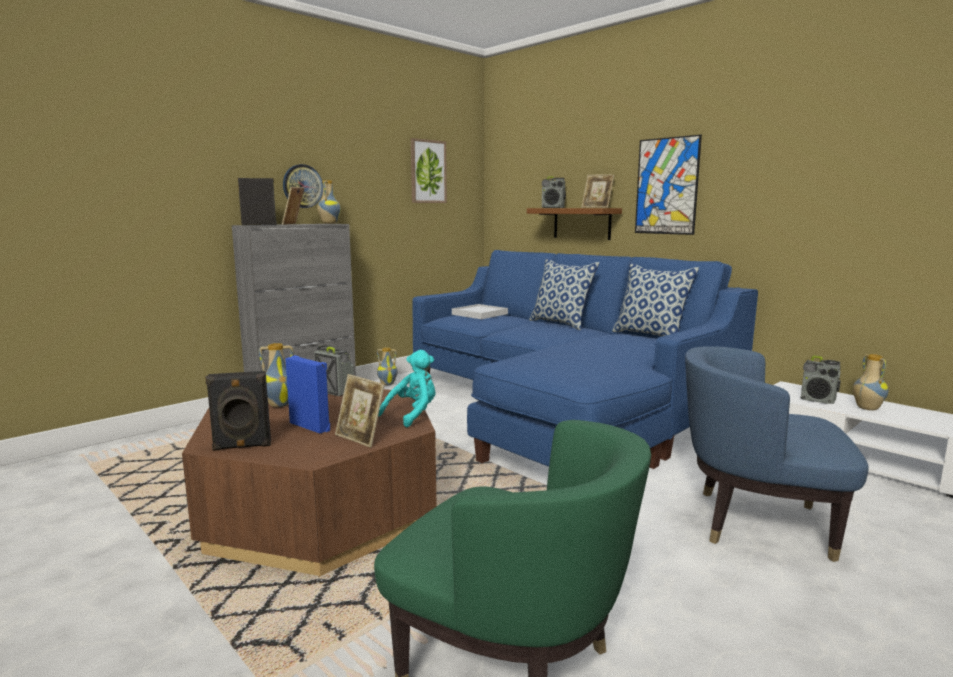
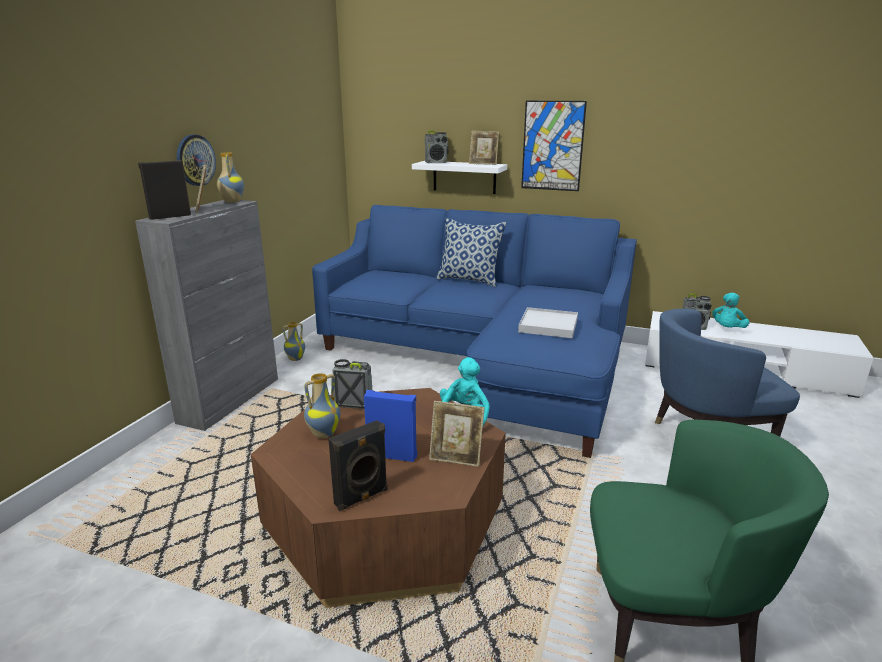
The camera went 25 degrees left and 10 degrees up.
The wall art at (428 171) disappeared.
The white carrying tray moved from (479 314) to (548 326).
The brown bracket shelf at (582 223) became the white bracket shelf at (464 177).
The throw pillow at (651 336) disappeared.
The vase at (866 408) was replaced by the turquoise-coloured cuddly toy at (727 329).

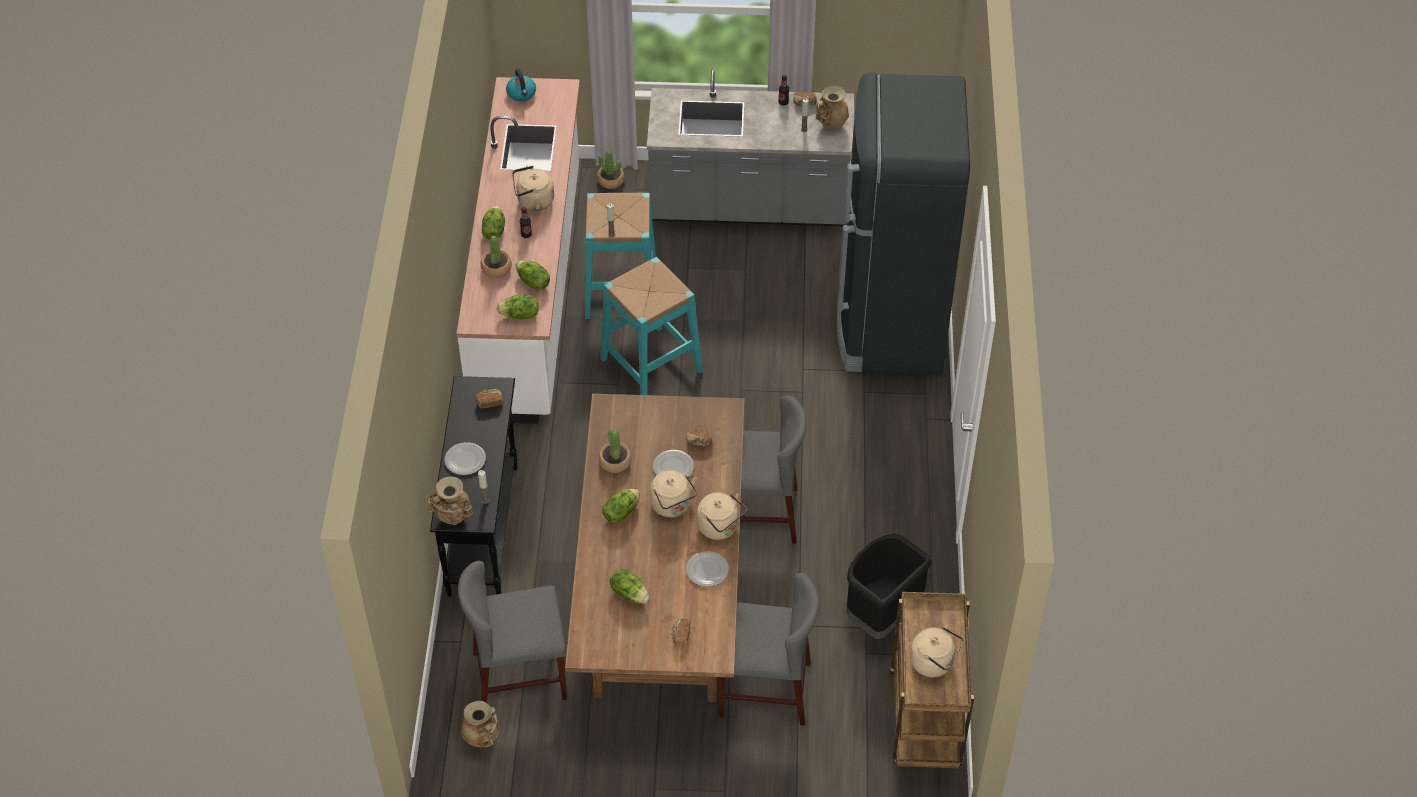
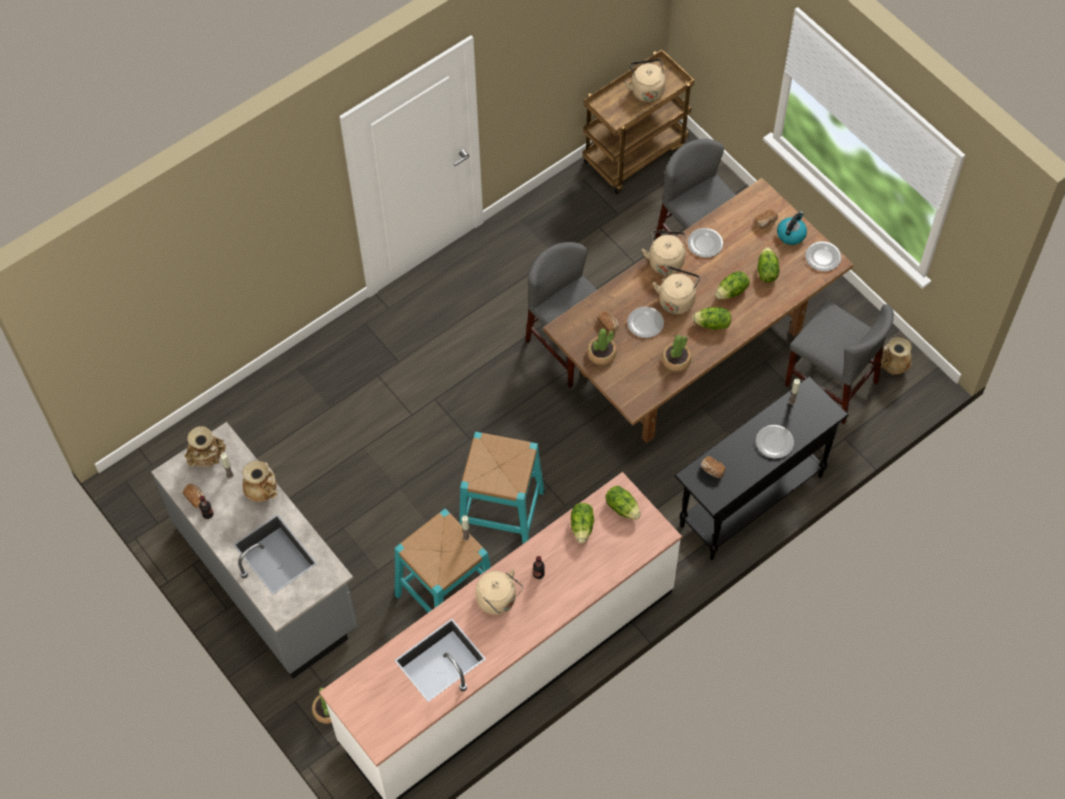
The camera went 130 degrees left and 10 degrees up.
The sand-coloured vase moved from (453 518) to (263 492).
The houseplant moved from (496 268) to (601 354).
The lettuce head moved from (493 231) to (732 292).
The water kettle moved from (522 94) to (791 234).
The black kitchen fridge at (890 325) disappeared.
The black trash can at (881 615) disappeared.
The flat dish at (822 257) appeared.

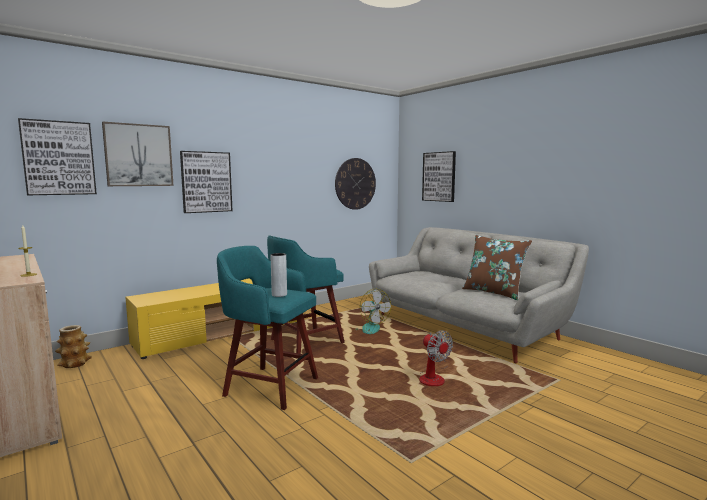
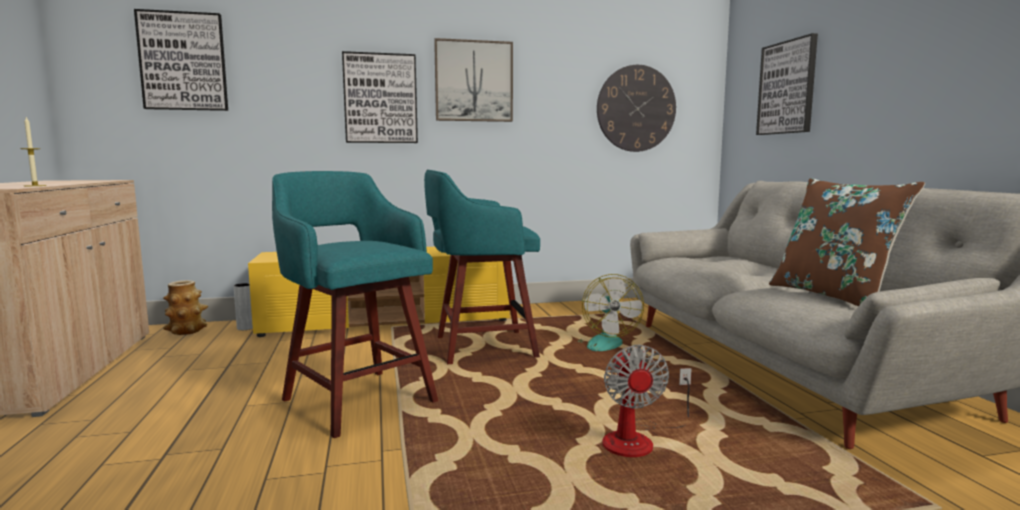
The camera went 25 degrees right and 0 degrees up.
The wall art moved from (138 155) to (473 81).
The greyish vase moved from (279 295) to (245 328).

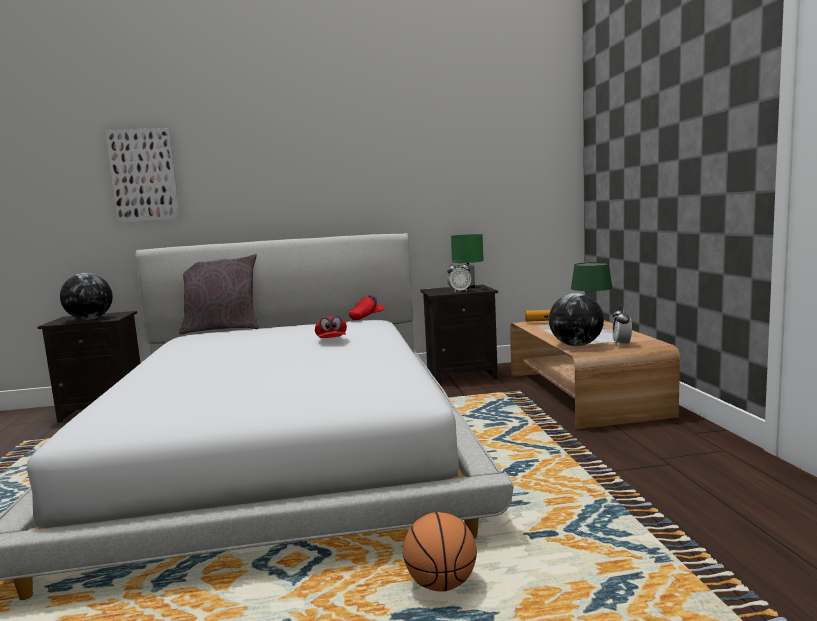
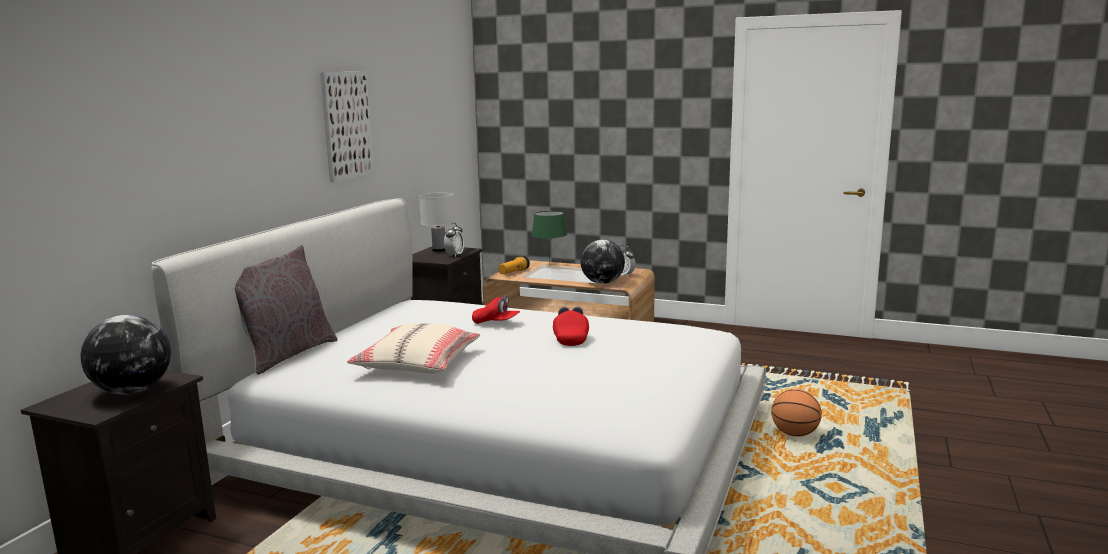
The camera went 60 degrees left and 5 degrees up.
The wall art moved from (144 175) to (347 125).
The red-coloured cap moved from (367 317) to (571 338).
The green table lamp at (468 287) became the white table lamp at (438 250).
The sand-coloured throw pillow at (417 363) appeared.

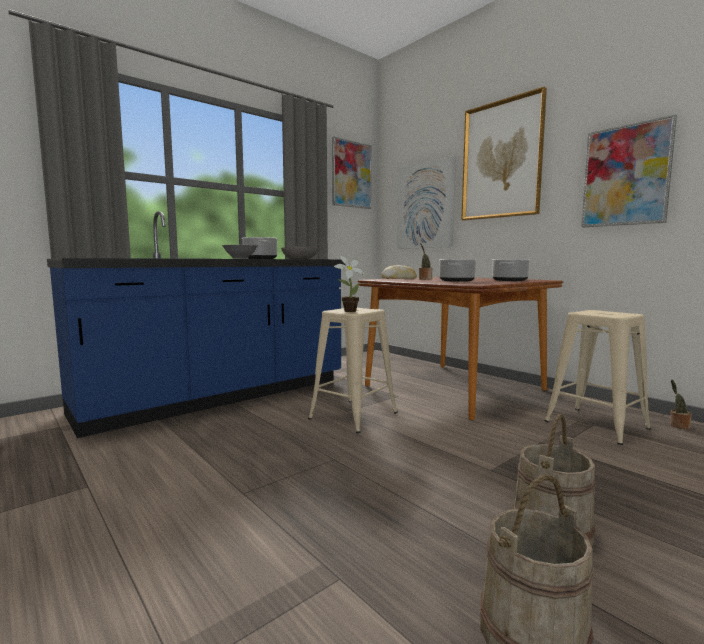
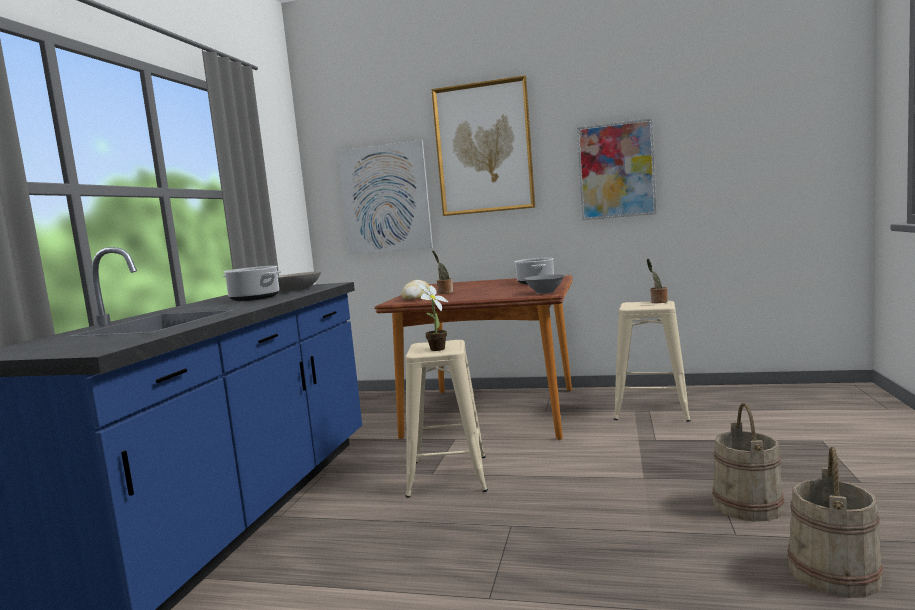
The camera went 35 degrees left and 0 degrees up.
The greyish deep dish moved from (240 258) to (544 292).
The wall art at (351 174) disappeared.
The stockpot at (457 281) disappeared.
The houseplant moved from (678 425) to (658 302).

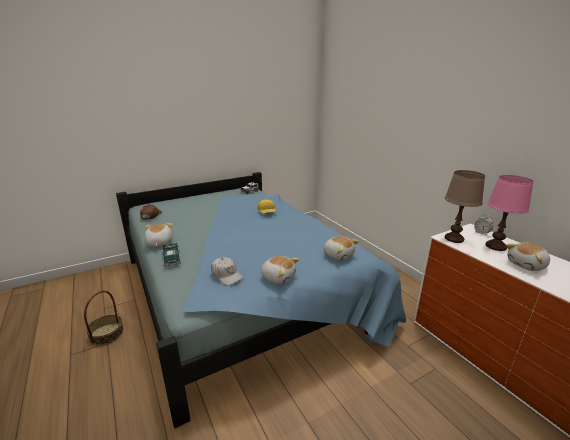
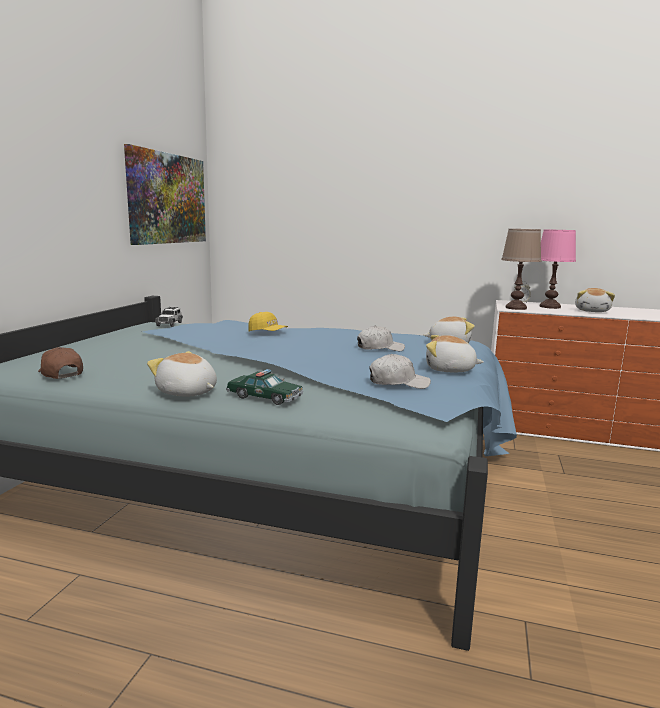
The camera went 45 degrees left and 10 degrees down.
The basket at (106 334) disappeared.
The cuddly toy at (278 277) turned 150 degrees counterclockwise.
The wall art at (167 199) appeared.
The white cap at (380 348) appeared.

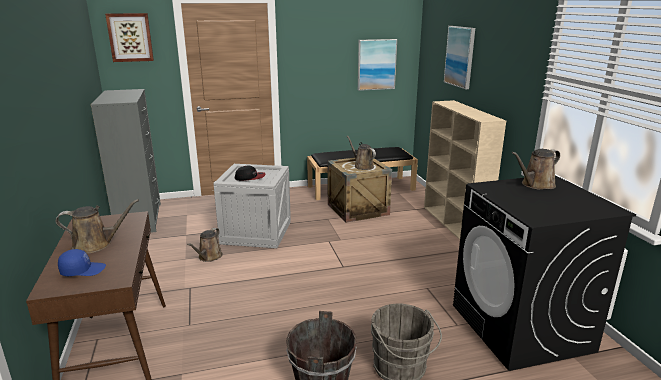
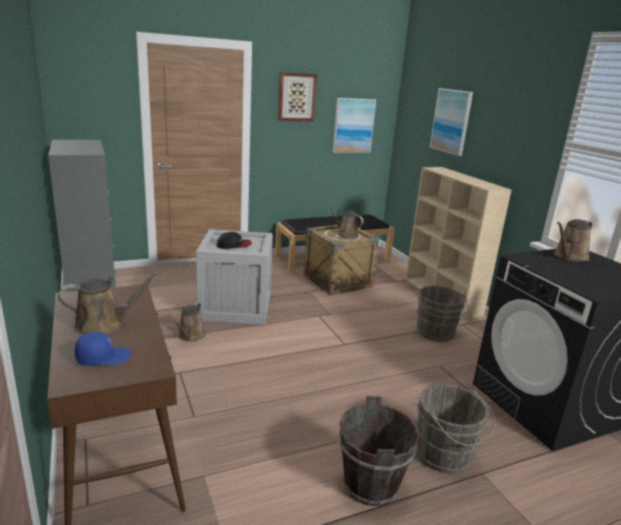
The camera went 10 degrees left and 0 degrees up.
The wall art moved from (130 37) to (296 97).
The greyish pail at (435 333) appeared.

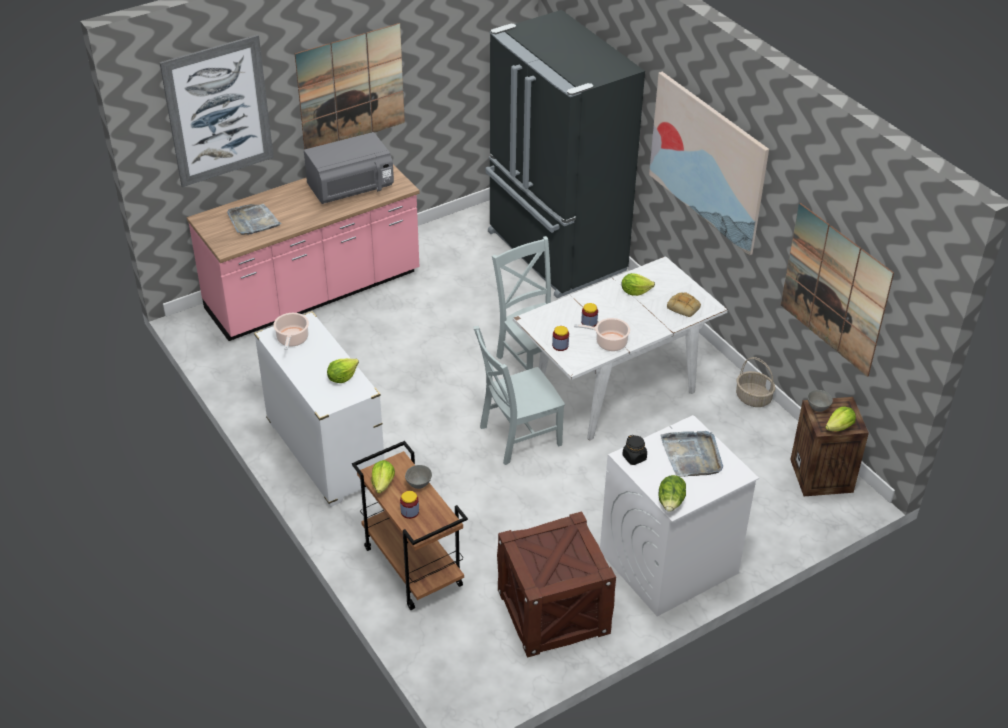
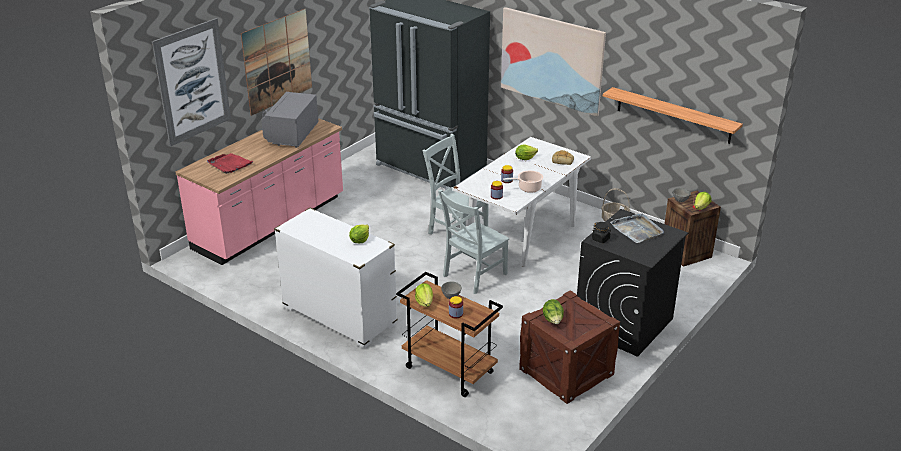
The camera went 20 degrees left and 10 degrees down.
The greyish carrying tray at (253 221) became the red-coloured carrying tray at (230 164).
The stockpot at (292 340) disappeared.
The greyish kitchen microwave at (351 189) turned 150 degrees clockwise.
The white laundry machine at (668 563) became the black laundry machine at (623 324).
The lettuce head moved from (671 503) to (553 320).
The wall art at (835 289) was replaced by the bracket shelf at (673 115).

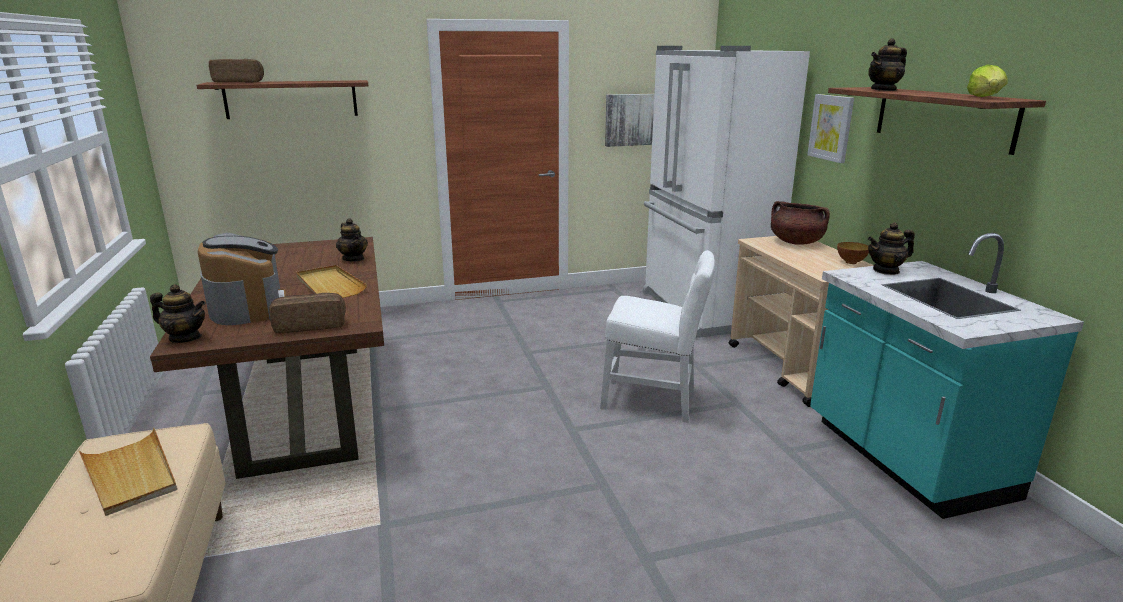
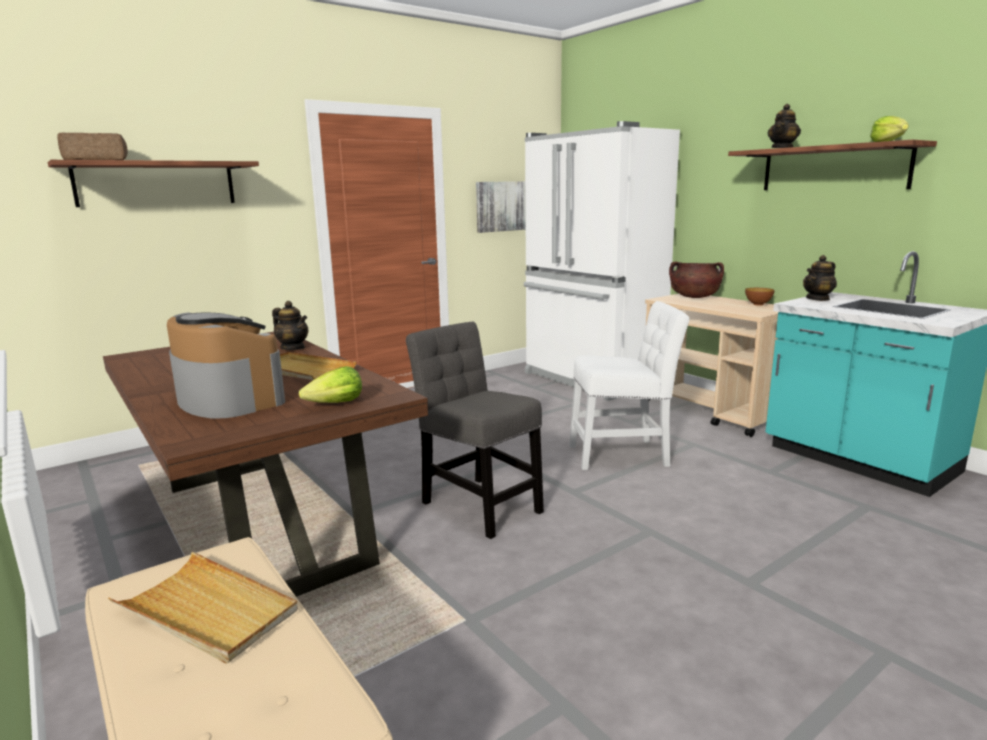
The camera went 20 degrees left and 5 degrees down.
The teapot at (185 338) disappeared.
The bakery bread at (310 325) was replaced by the lettuce head at (336 404).
The wall art at (831 127) disappeared.
The greyish chair at (478 504) appeared.

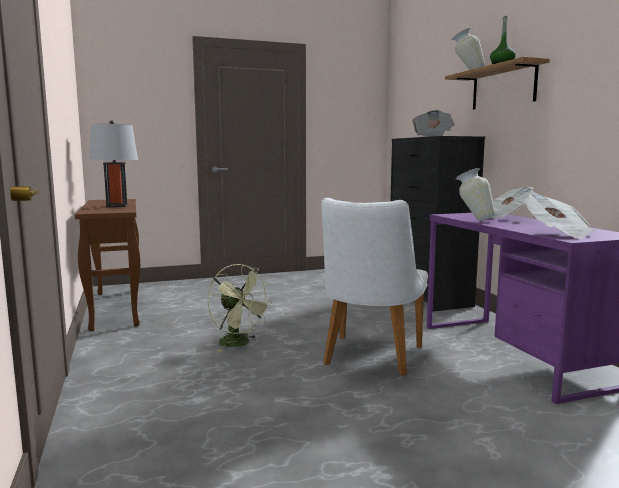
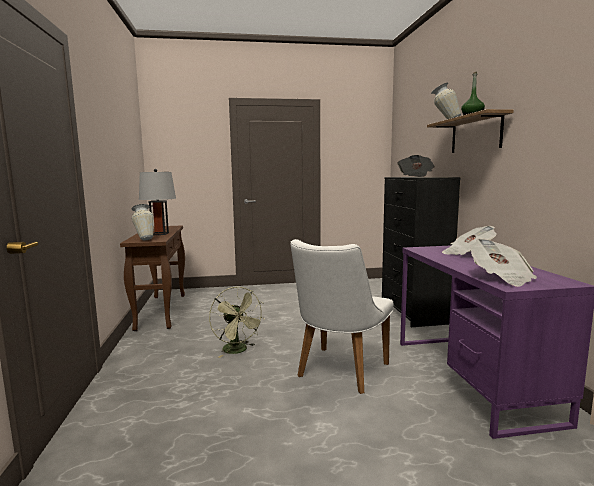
The camera went 10 degrees right and 0 degrees up.
The vase moved from (473 220) to (145 239).

